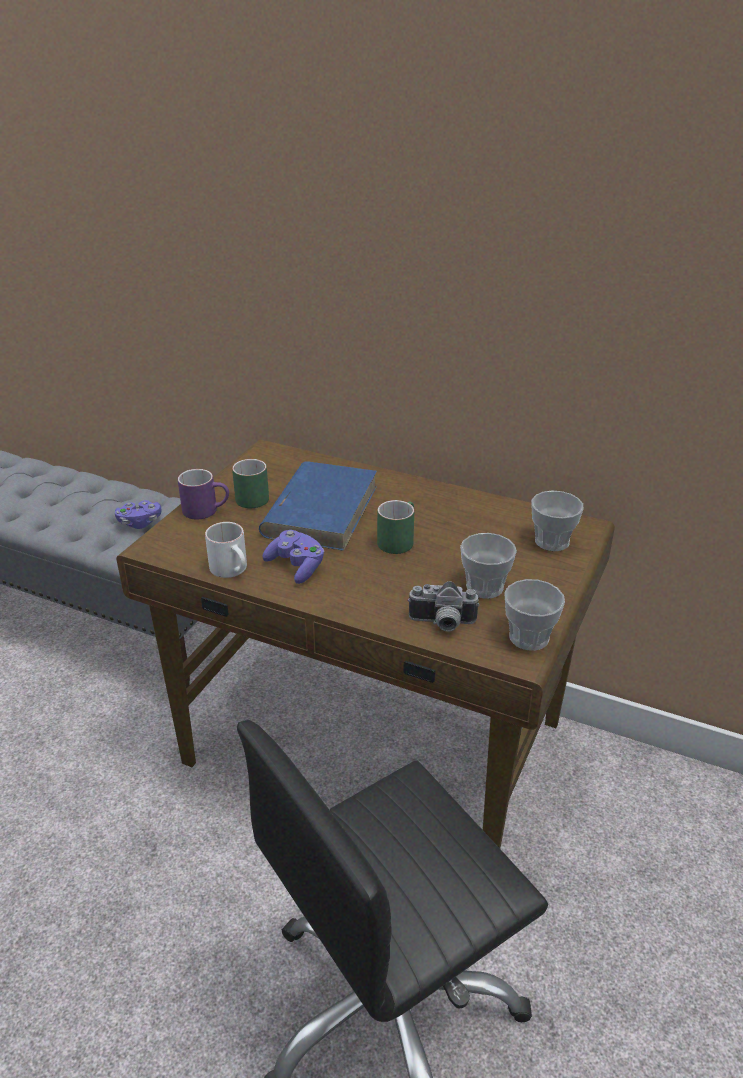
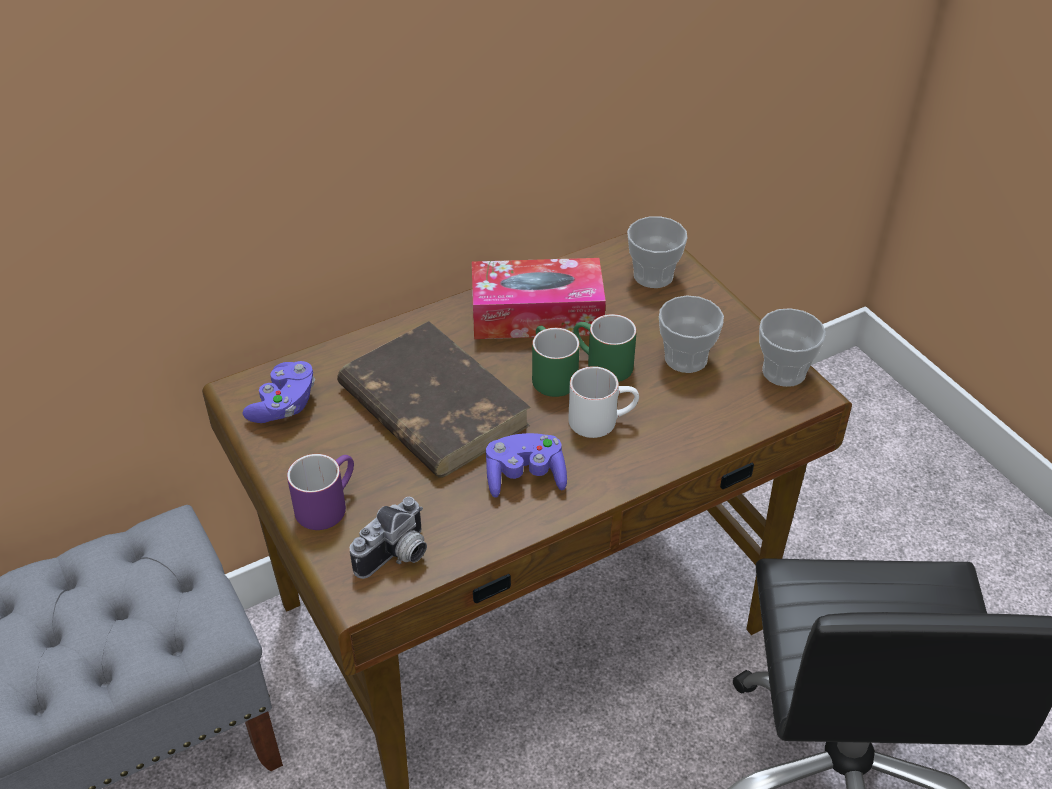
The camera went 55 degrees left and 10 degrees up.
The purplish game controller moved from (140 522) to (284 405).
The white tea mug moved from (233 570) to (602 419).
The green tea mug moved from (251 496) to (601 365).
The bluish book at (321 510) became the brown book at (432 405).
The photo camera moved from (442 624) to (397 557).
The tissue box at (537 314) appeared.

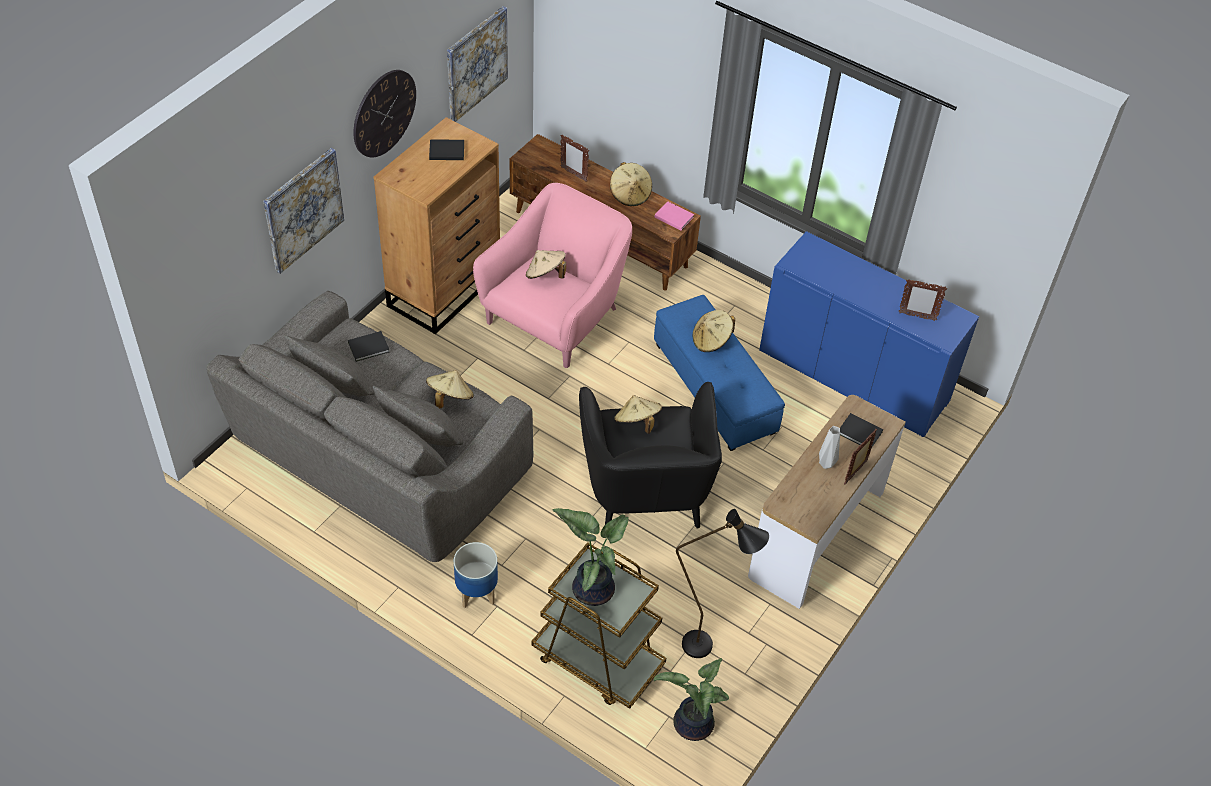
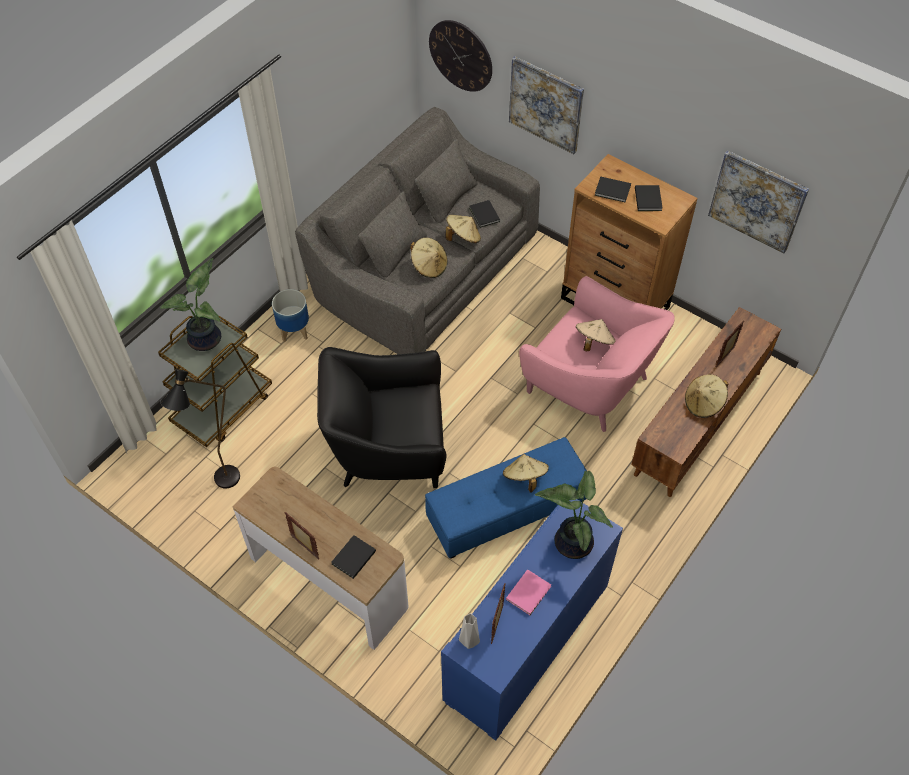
The camera went 95 degrees right and 5 degrees up.
The clock on the wall moved from (384 113) to (461 55).
The sand-coloured hat moved from (637 423) to (463 237).
The pinkish book moved from (673 216) to (529 592).
The houseplant moved from (691 726) to (571 541).
The greyish vase moved from (825 463) to (470 640).
The black book at (613 191) appeared.

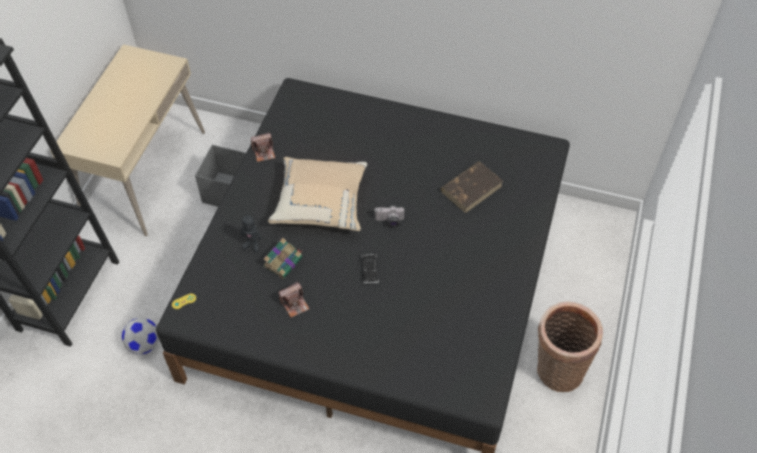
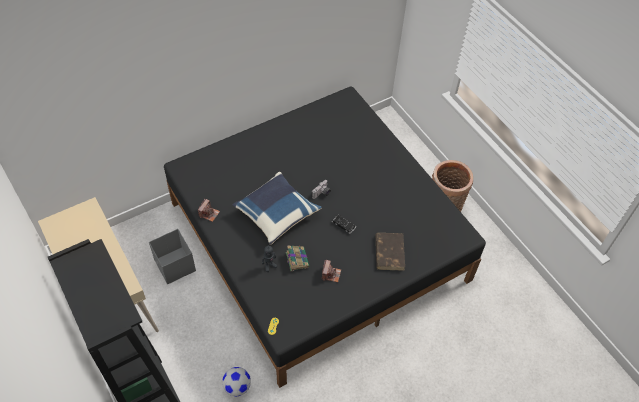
The camera went 50 degrees left and 0 degrees up.
The sand-coloured throw pillow at (321 204) became the bluish throw pillow at (276 214).
The brown book moved from (471 188) to (389 252).

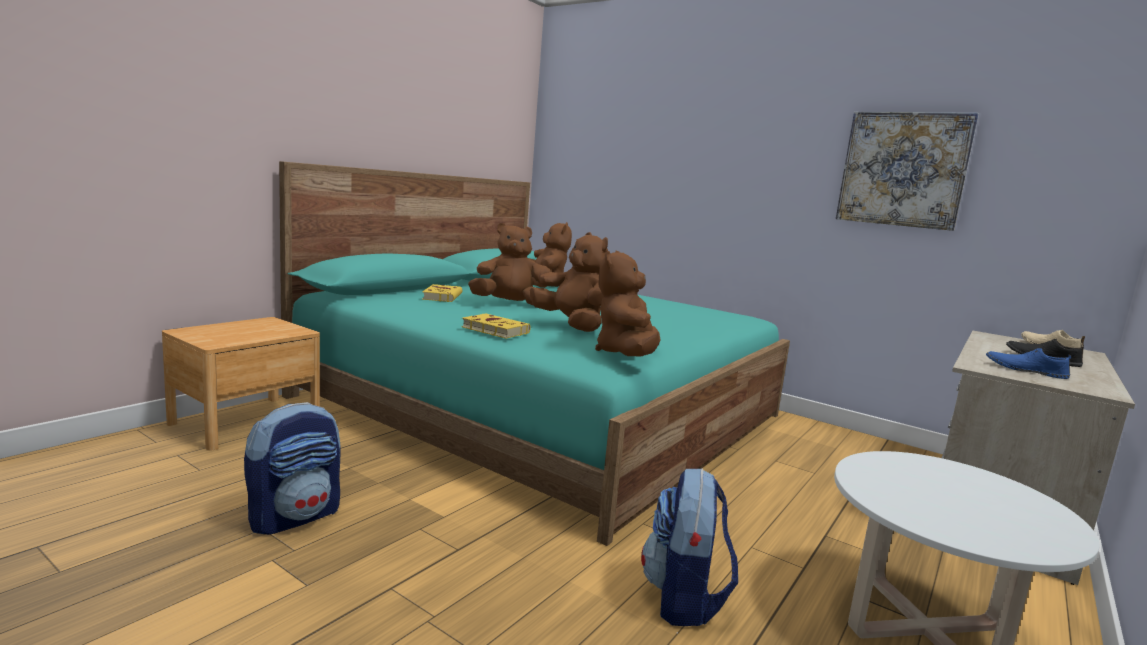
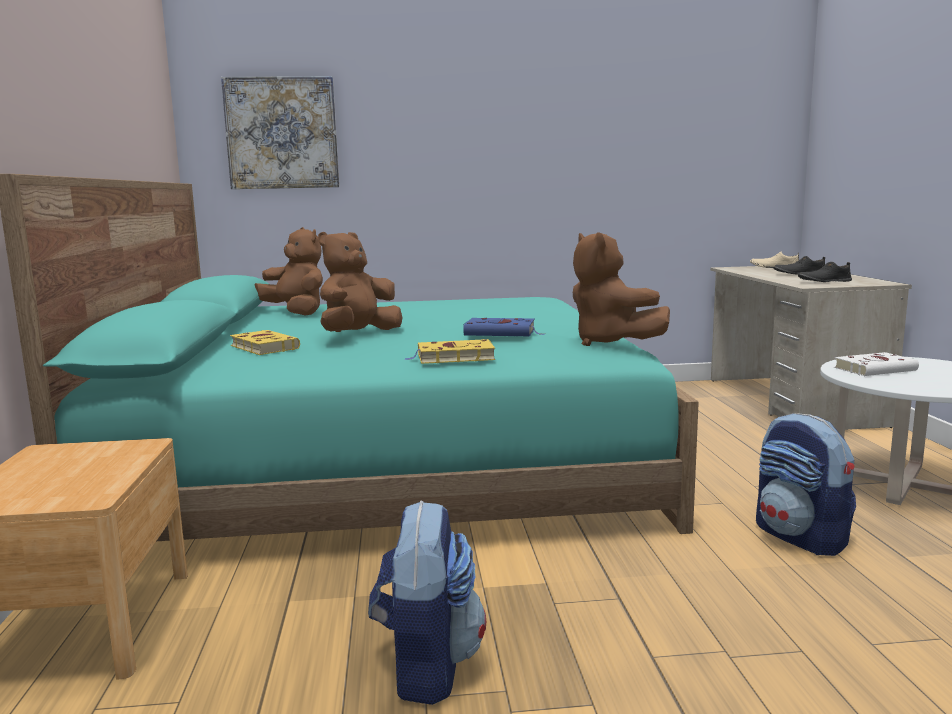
The camera went 40 degrees left and 0 degrees up.
The brown cuddly toy at (572 325) was replaced by the bluish book at (502 333).
The wall art moved from (903 169) to (282 133).
The bluish item of footwear at (1025 370) became the black item of footwear at (824 281).
The white book at (876 369) appeared.

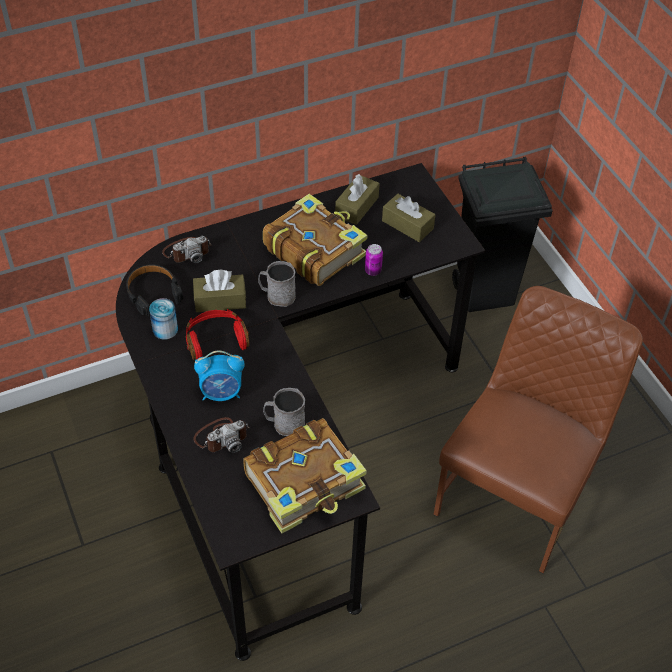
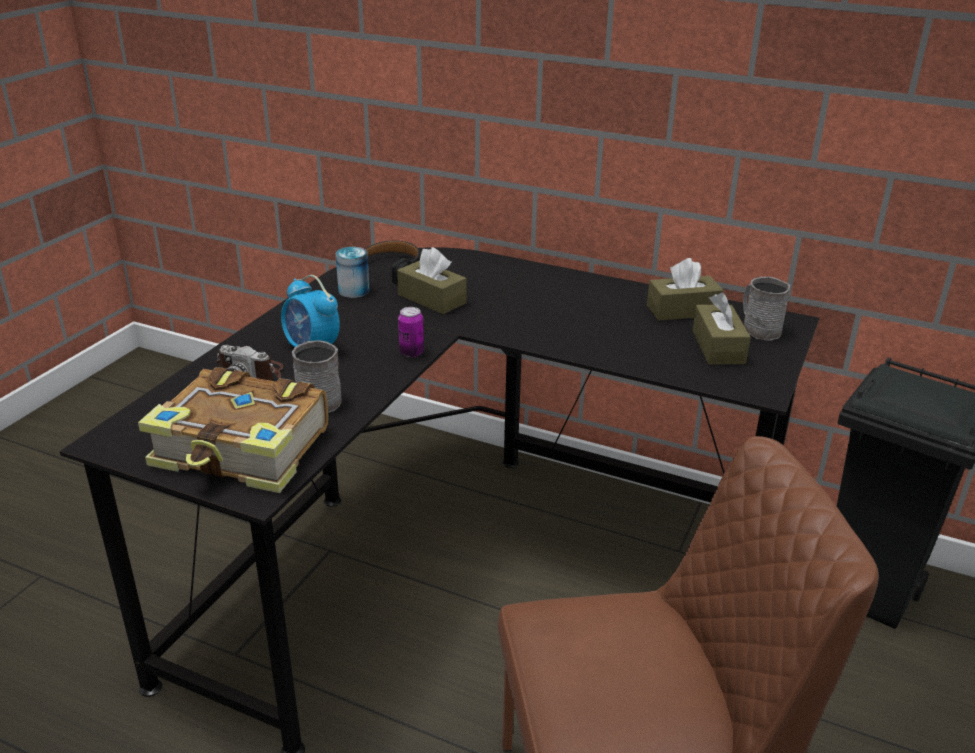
The camera went 50 degrees right and 20 degrees down.
The photo camera at (187 251) disappeared.
The red-coloured pair of headphones at (216 340) disappeared.
The greyish tea mug moved from (277 295) to (758 328).
The book at (314 250) disappeared.
The sealed can moved from (373 271) to (411 352).

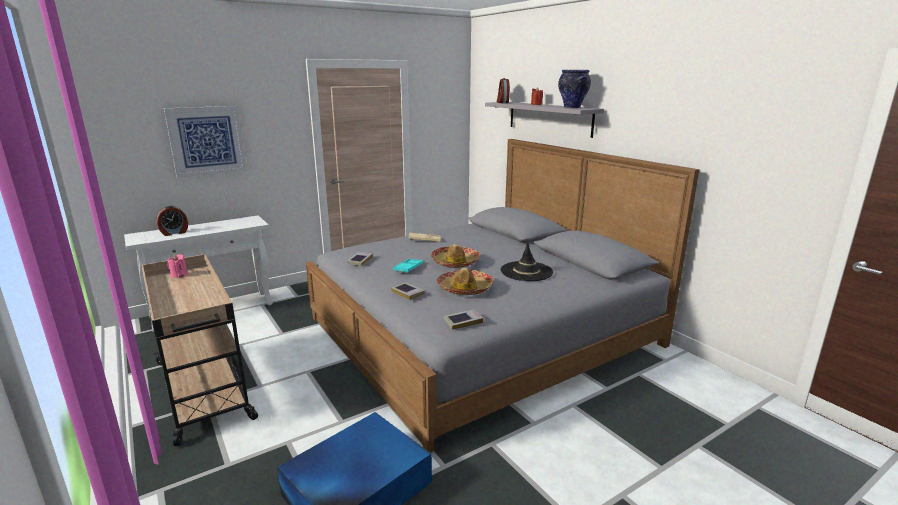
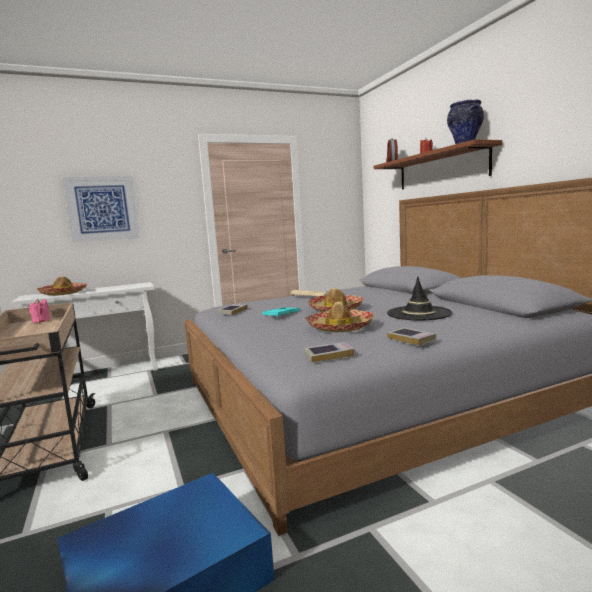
The camera went 10 degrees right and 10 degrees down.
The table clock at (174 233) was replaced by the hat at (63 293).
The book moved from (408 293) to (411 339).
The greyish bracket shelf at (549 118) became the brown bracket shelf at (441 169).

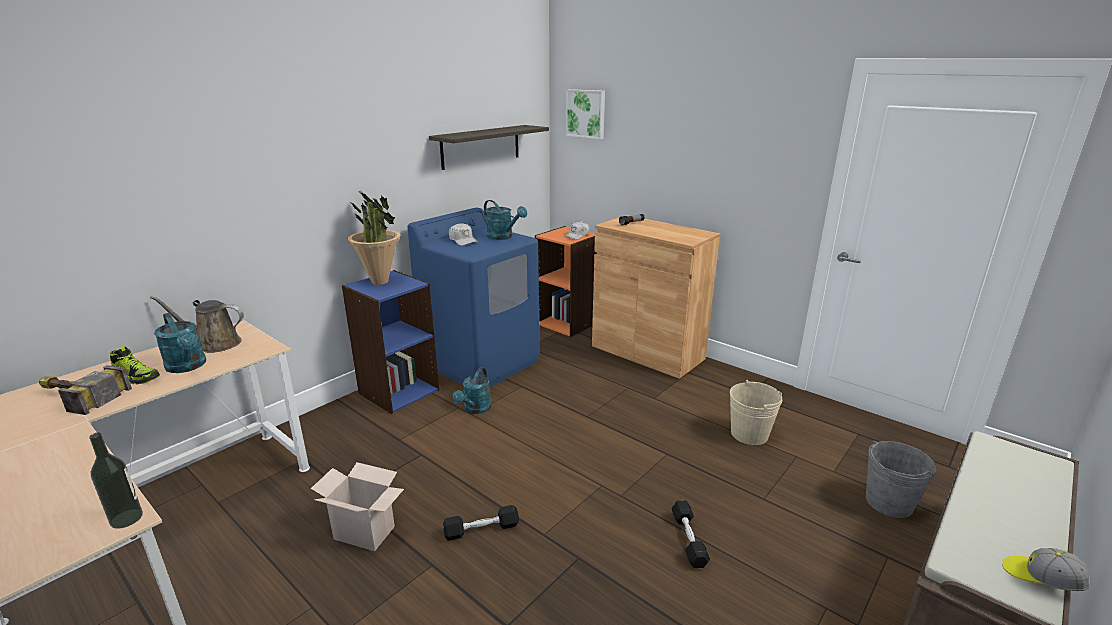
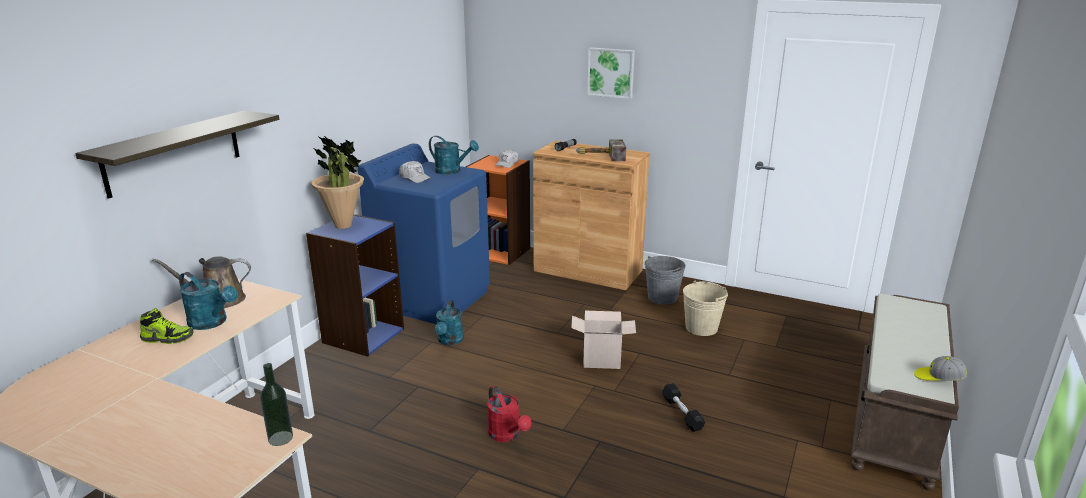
The camera went 15 degrees left and 0 degrees up.
The hammer moved from (77 396) to (599 157).
The cardboard box moved from (367 532) to (603 360).
The bracket shelf moved from (481 146) to (173 152).
The black hand weight at (481 529) was replaced by the red-coloured watering pot at (507 435).
The wall art moved from (586 113) to (611 72).
The greyish pail moved from (889 502) to (662 297).

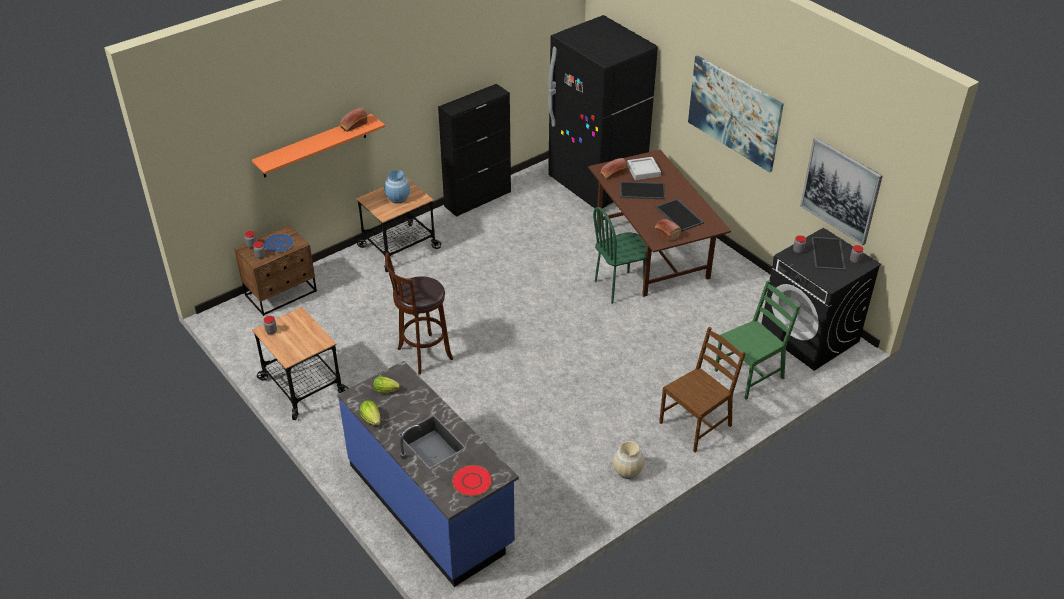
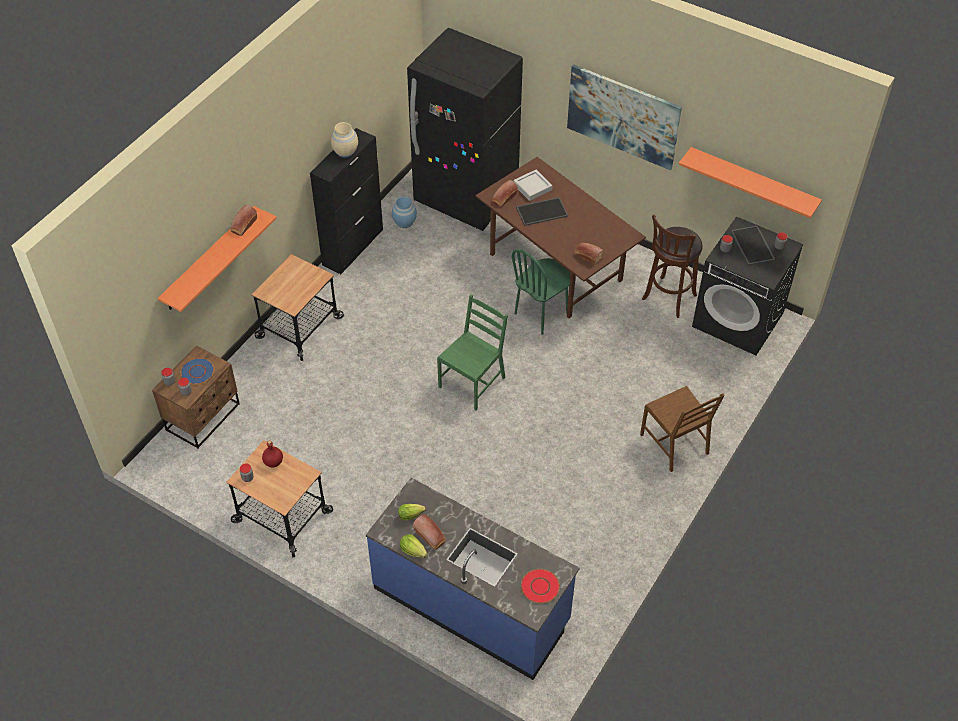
The camera went 20 degrees left and 10 degrees up.
The bluish vase moved from (397 198) to (404 222).
The brown stool moved from (422 355) to (668 299).
The sand-coloured vase moved from (627 471) to (345 151).
The carrying tray at (680 215) disappeared.
The brown chair at (696 424) turned 120 degrees clockwise.
The green chair moved from (749 374) to (472 382).
The wall art at (840 190) was replaced by the orange bracket shelf at (753 182).
The red-coloured drink bottle at (274 462) appeared.
The bakery bread at (430 536) appeared.

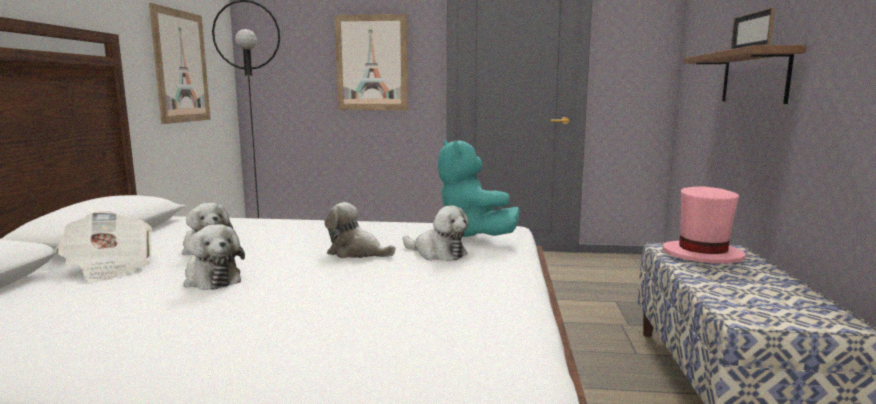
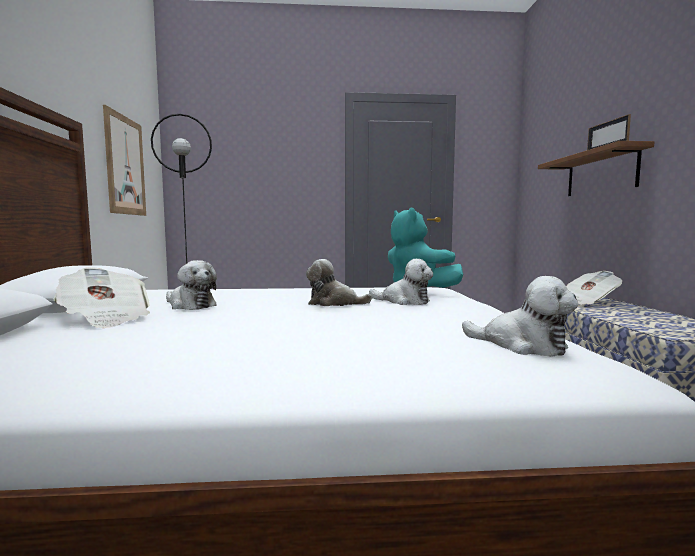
The camera went 10 degrees left and 5 degrees down.
The cuddly toy moved from (211 279) to (521 346).
The wall art at (371 63) disappeared.
The pinkish hat at (701 255) was replaced by the newspaper at (586 303).

